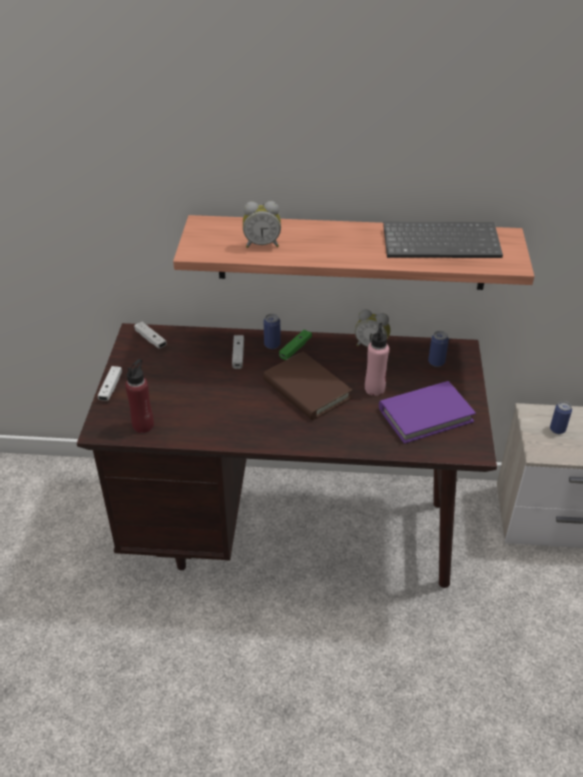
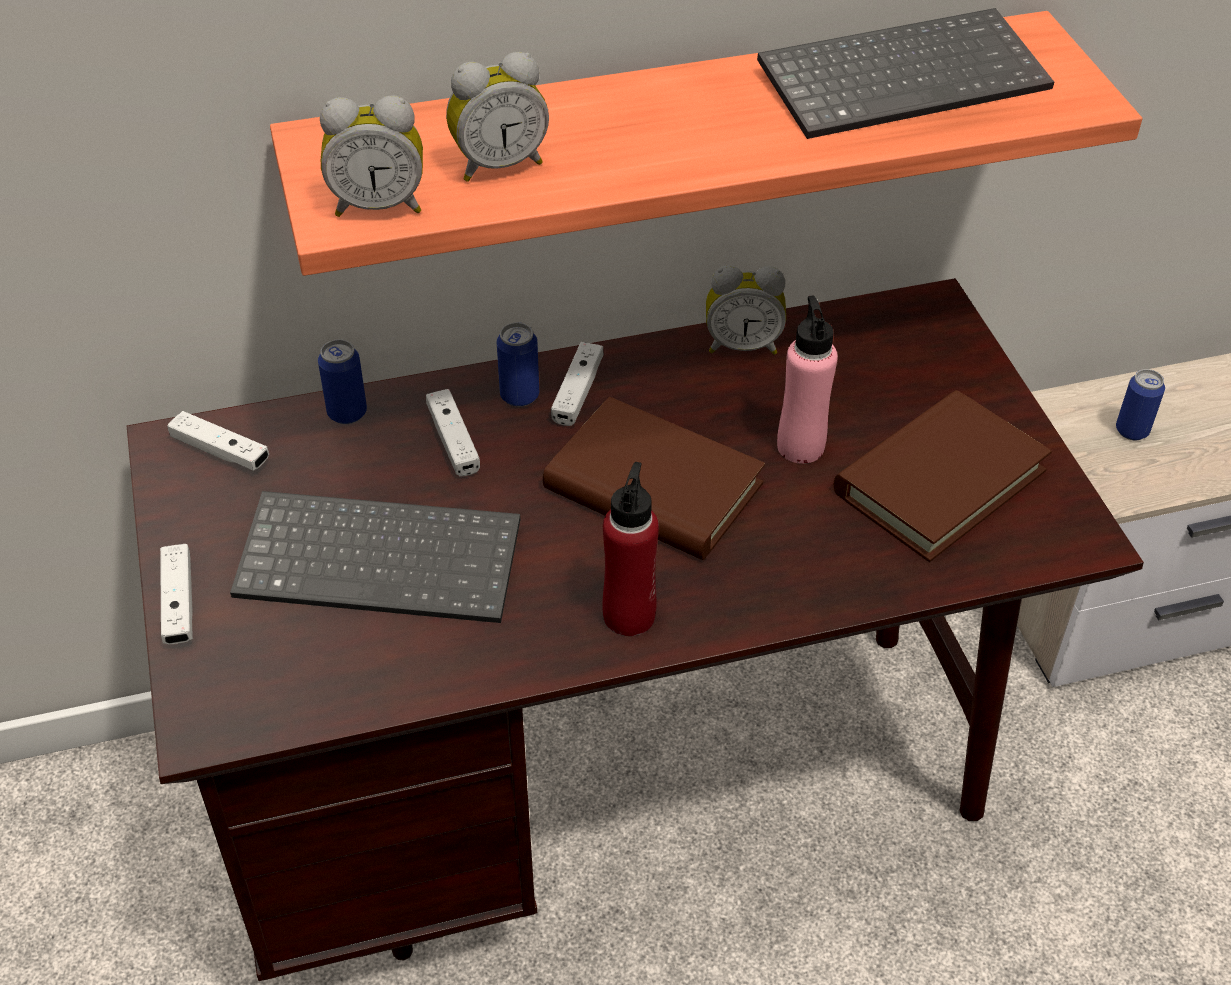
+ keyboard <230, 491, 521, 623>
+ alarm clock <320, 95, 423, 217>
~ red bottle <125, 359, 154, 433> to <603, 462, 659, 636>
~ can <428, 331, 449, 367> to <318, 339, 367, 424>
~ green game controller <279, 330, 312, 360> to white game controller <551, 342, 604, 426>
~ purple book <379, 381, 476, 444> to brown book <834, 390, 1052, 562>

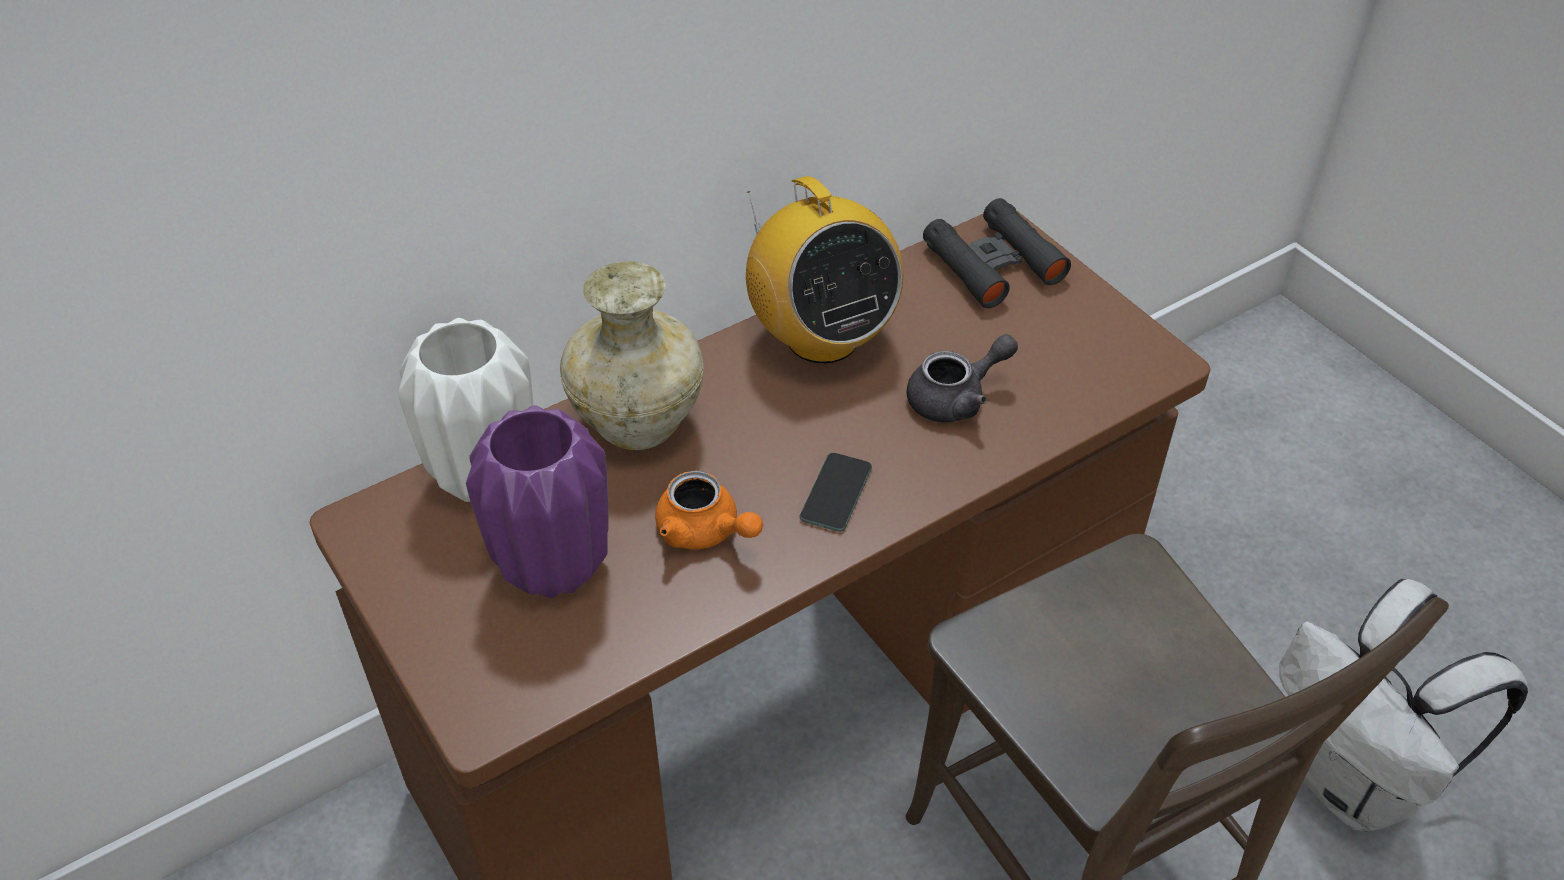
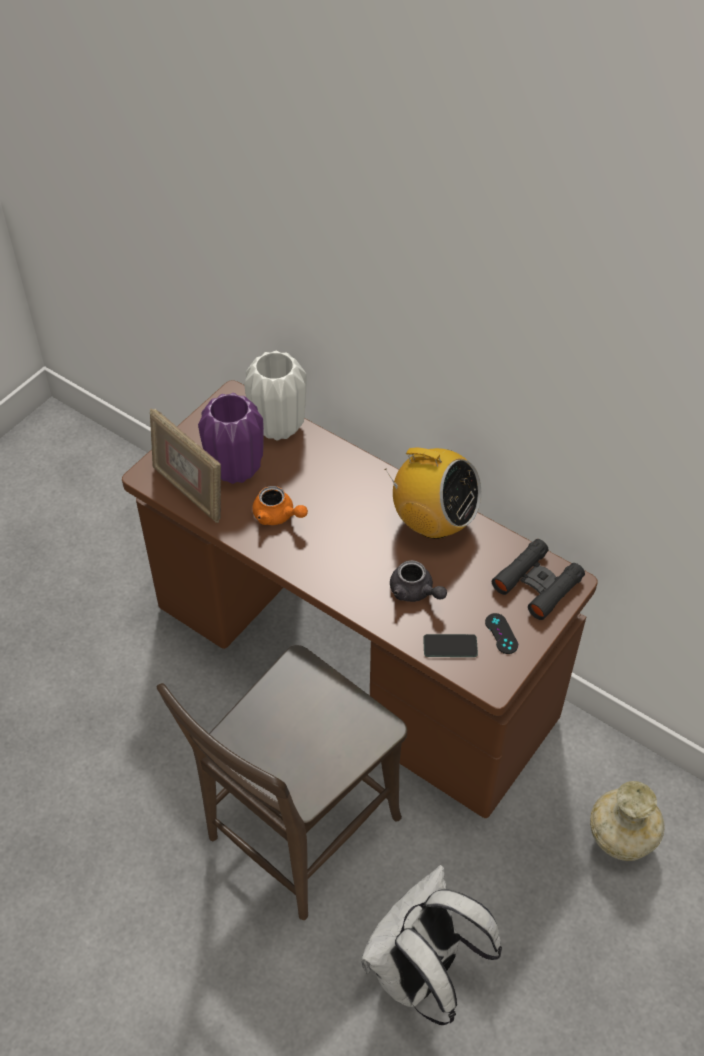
+ picture frame <150, 408, 221, 523>
+ black game controller <485, 613, 518, 654>
~ beige vase <560, 261, 704, 450> to <590, 781, 665, 861>
~ phone <800, 453, 872, 532> to <423, 634, 478, 657>
~ orange teapot <655, 471, 763, 549> = <252, 486, 308, 525> 75 degrees counterclockwise
~ radio <746, 176, 903, 363> = <385, 448, 481, 539> 105 degrees counterclockwise

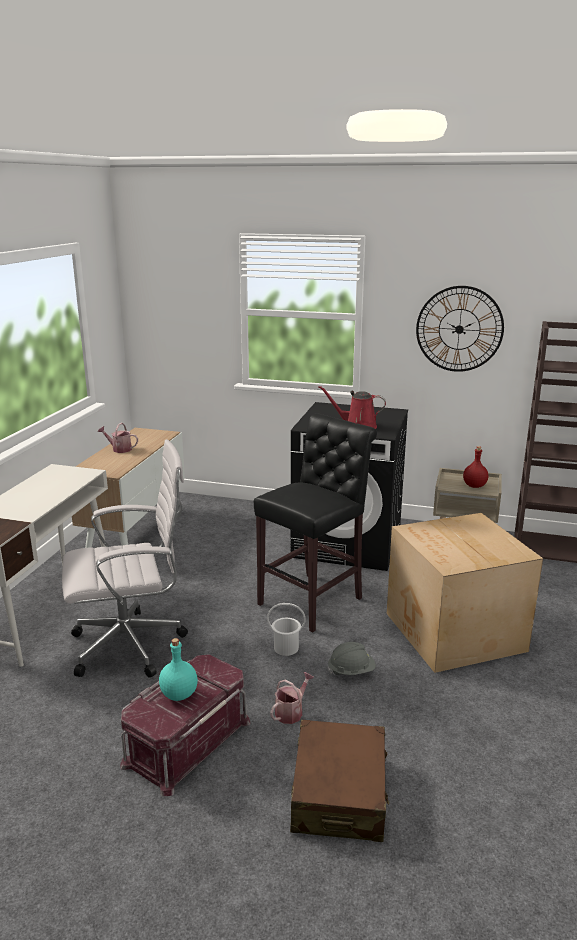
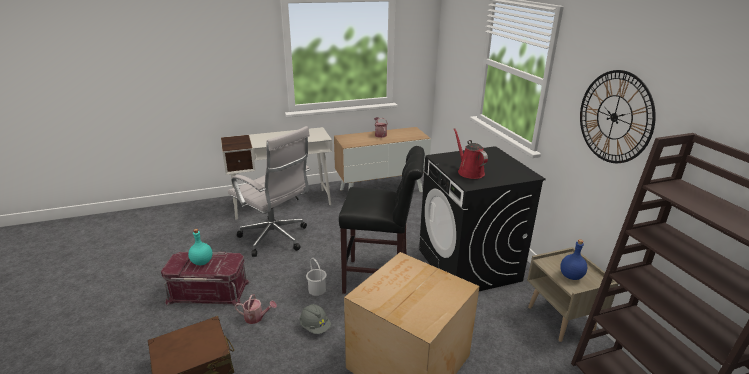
~ red bottle <463, 446, 488, 488> to blue bottle <560, 239, 587, 280>

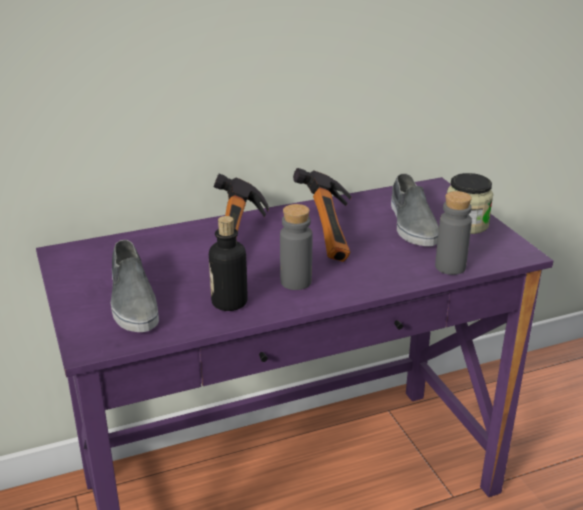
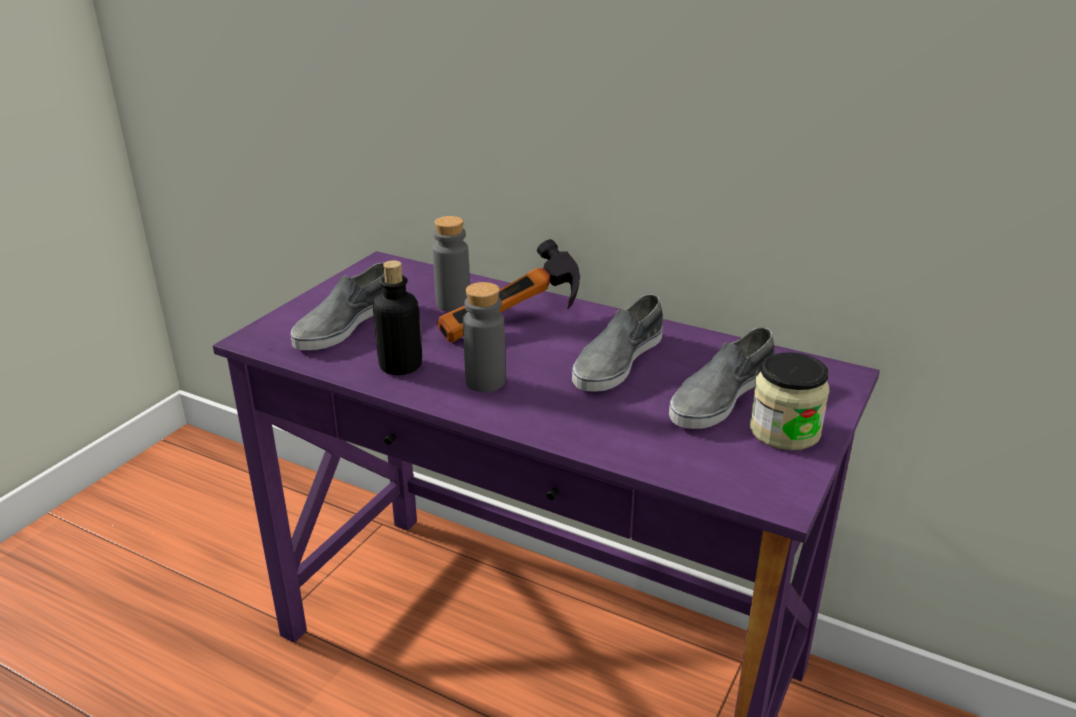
~ grey bottle <435, 191, 472, 275> to <433, 216, 470, 312>
~ hammer <293, 168, 351, 262> to grey shoe <572, 294, 663, 392>

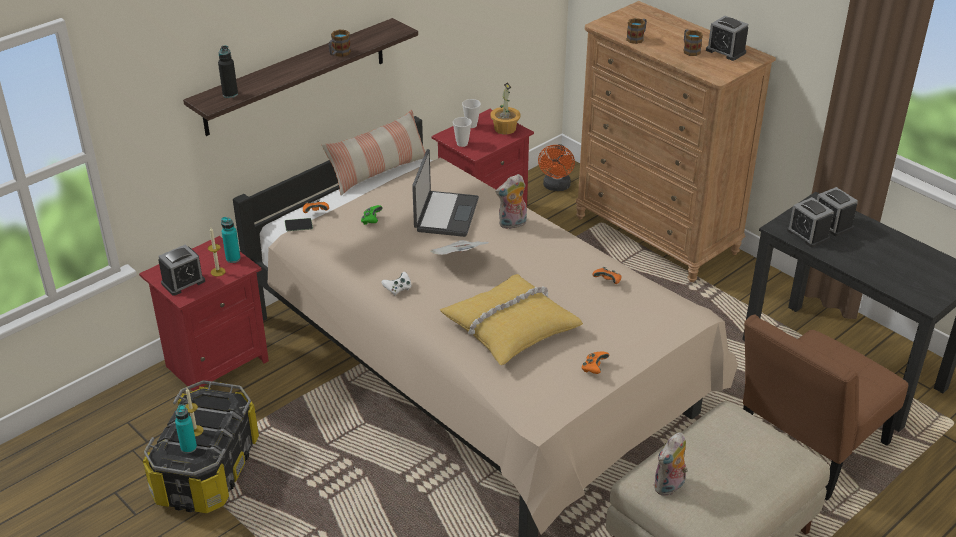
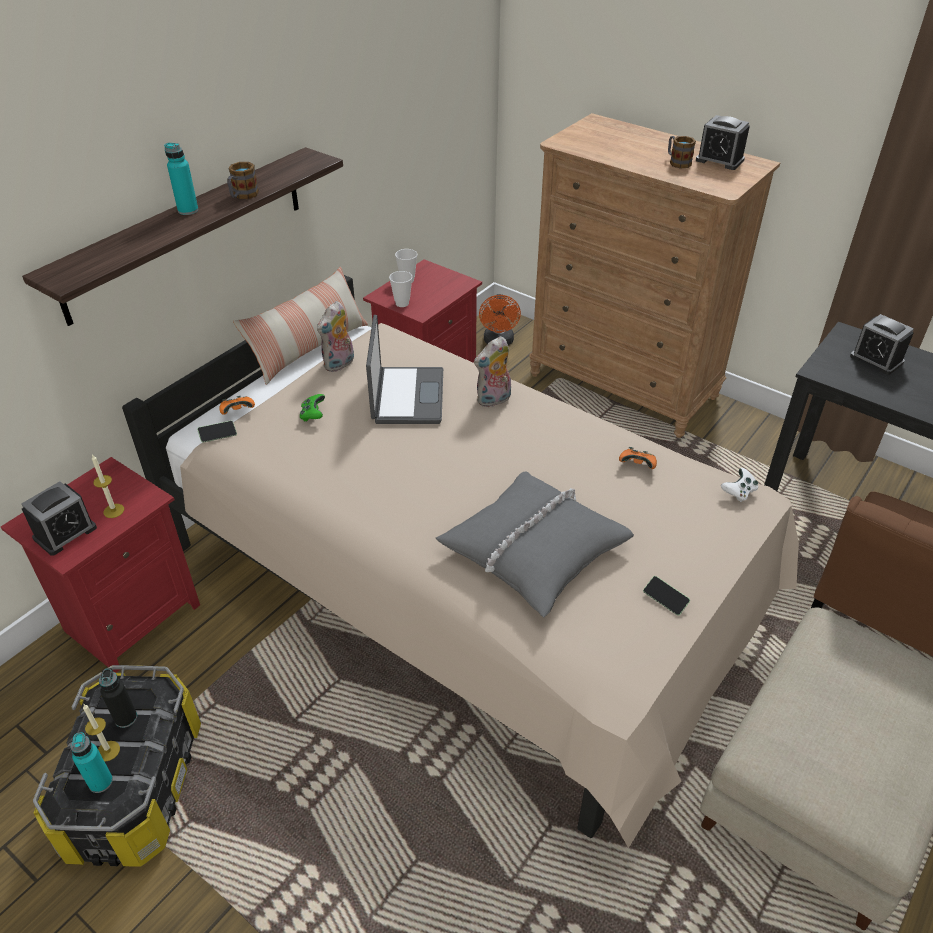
- newspaper <430, 240, 489, 255>
- potted plant <490, 82, 521, 135>
- mug <626, 18, 647, 44>
- alarm clock <787, 197, 834, 247>
~ black bottle <218, 45, 238, 98> to <99, 668, 137, 728>
~ turquoise bottle <221, 217, 240, 263> to <164, 143, 198, 215>
~ white game controller <381, 272, 412, 296> to <721, 468, 758, 502>
~ plush toy <653, 432, 688, 496> to <317, 301, 354, 372>
~ orange game controller <581, 352, 609, 374> to phone <643, 576, 690, 616>
~ yellow pillow <440, 274, 583, 365> to grey pillow <436, 472, 634, 617>

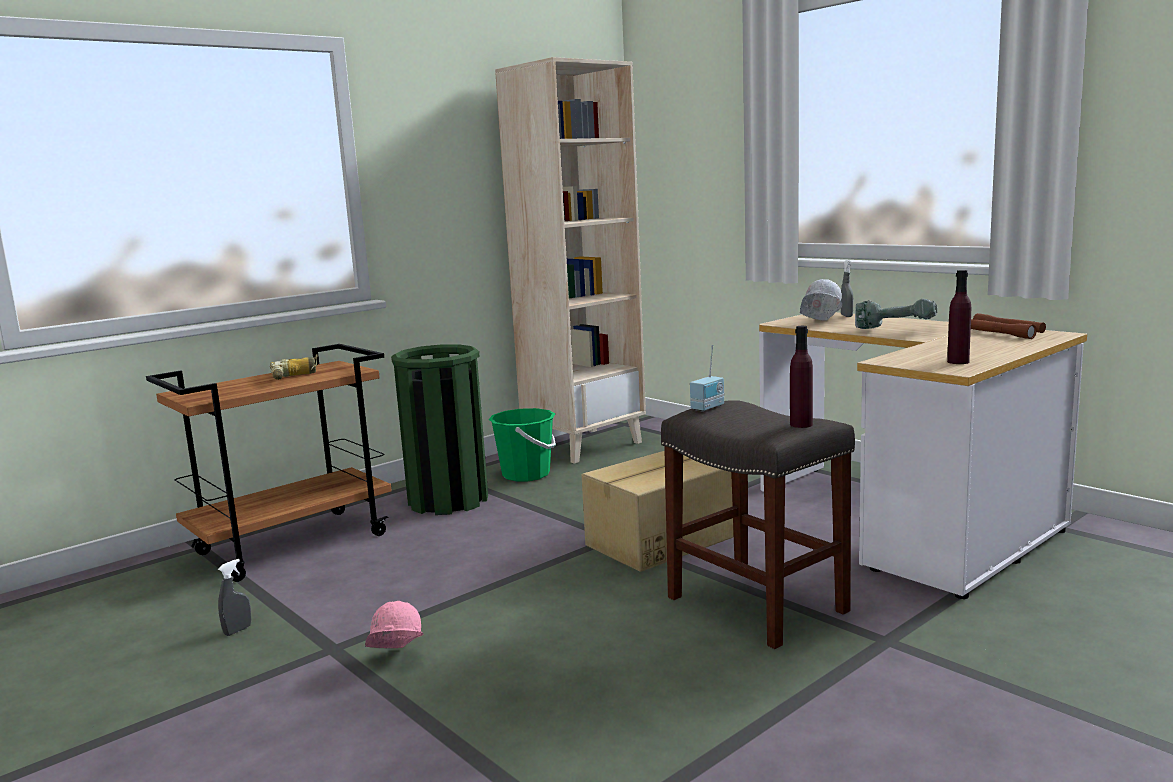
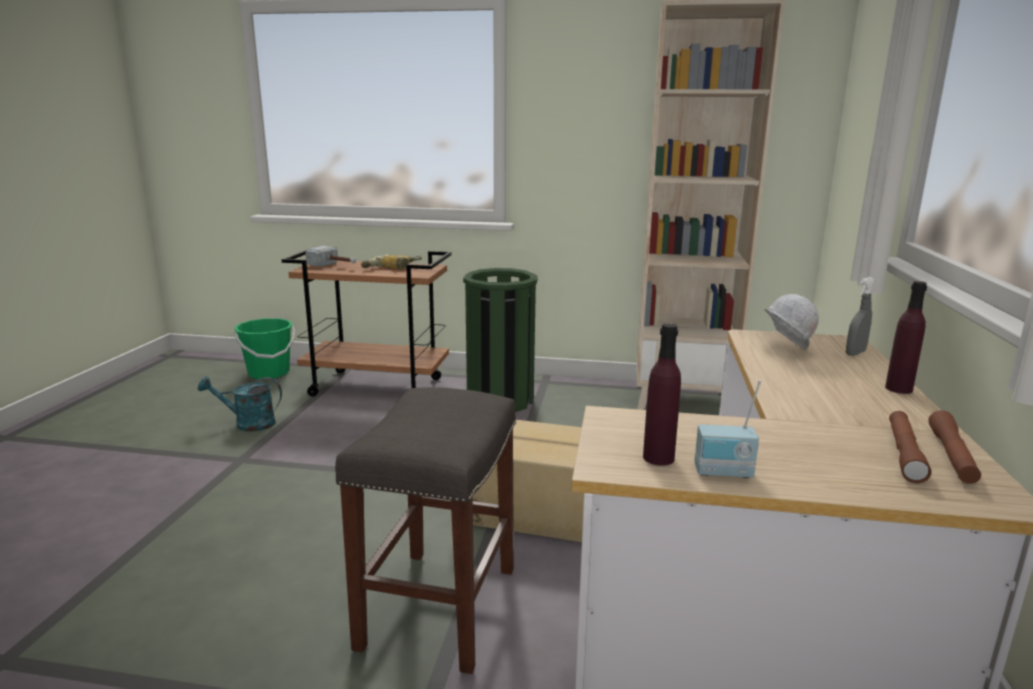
- pink hard hat <348, 601, 423, 651>
- power drill <855, 299, 938, 329>
+ hammer <305, 246, 356, 267>
~ green bucket <489, 408, 556, 482> to <234, 318, 295, 379>
~ radio <690, 345, 724, 411> to <694, 381, 761, 478>
~ purple bottle <790, 326, 813, 428> to <885, 281, 927, 394>
~ grey spray bottle <218, 559, 251, 636> to turquoise watering can <198, 377, 282, 431>

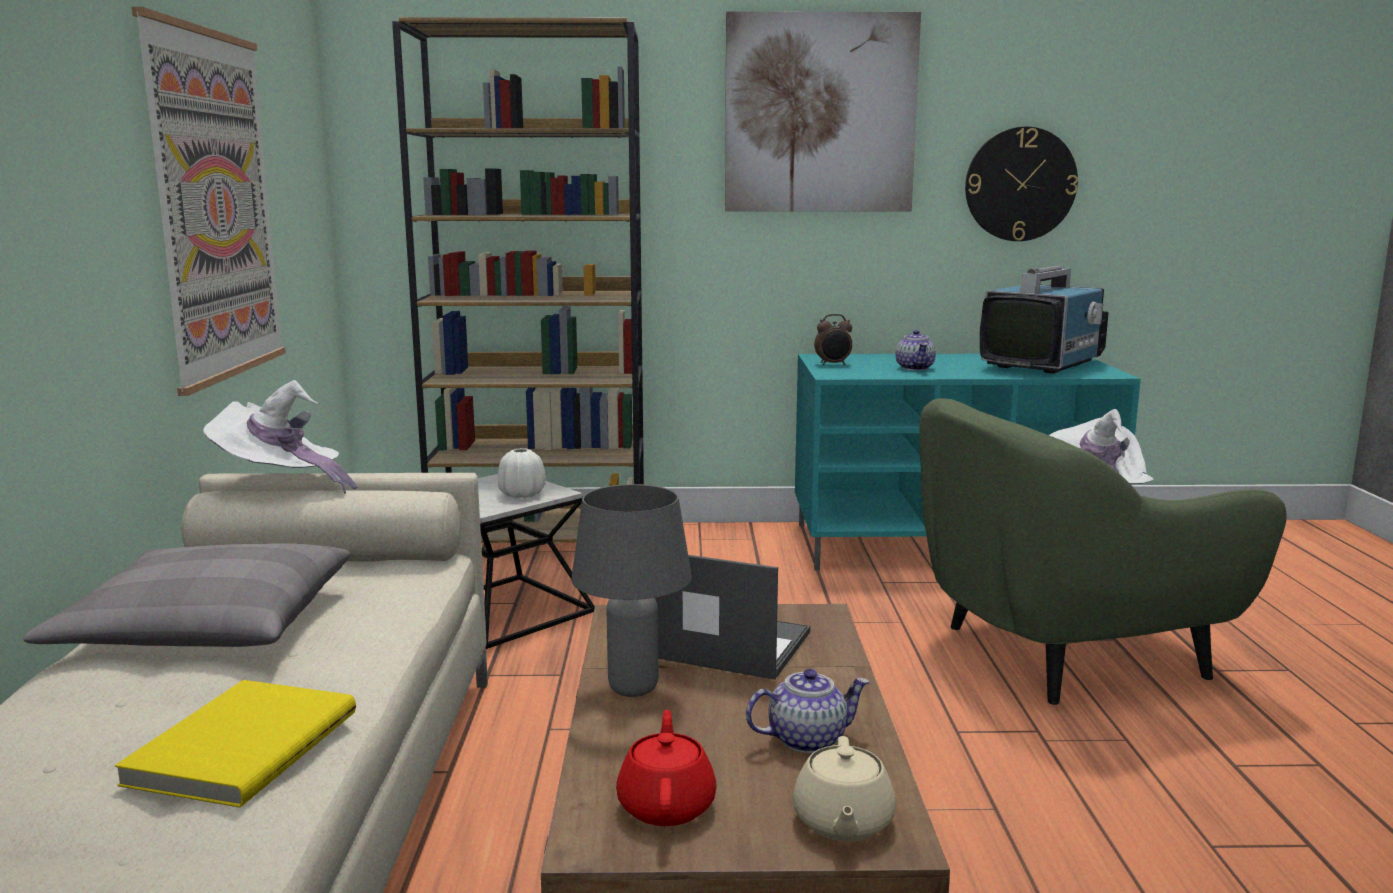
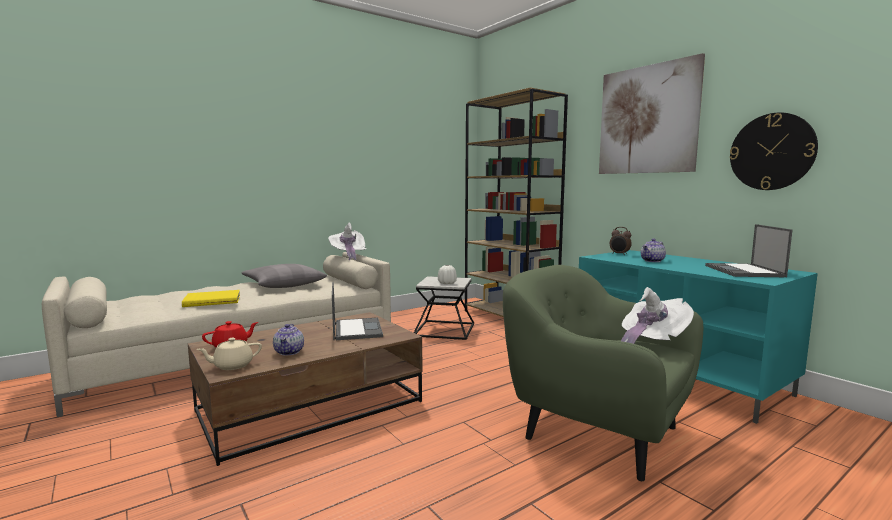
- picture <132, 7, 286, 396>
- grey table lamp <571, 484, 692, 697>
~ television <980, 266, 1108, 374> to laptop <705, 224, 792, 277>
~ teapot <746, 669, 870, 753> = <273, 324, 304, 356> 45 degrees clockwise

